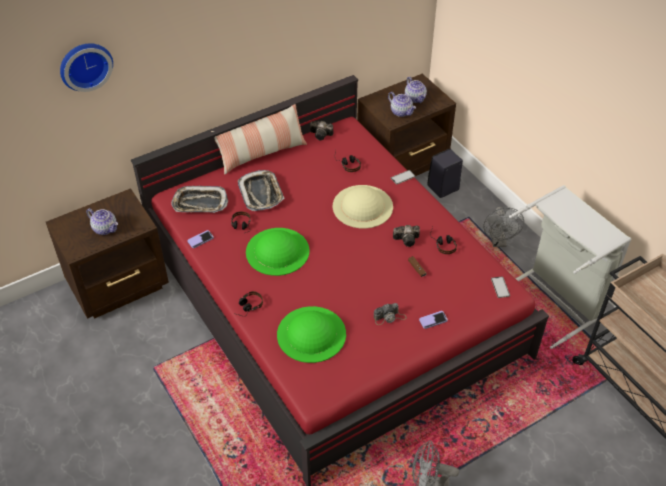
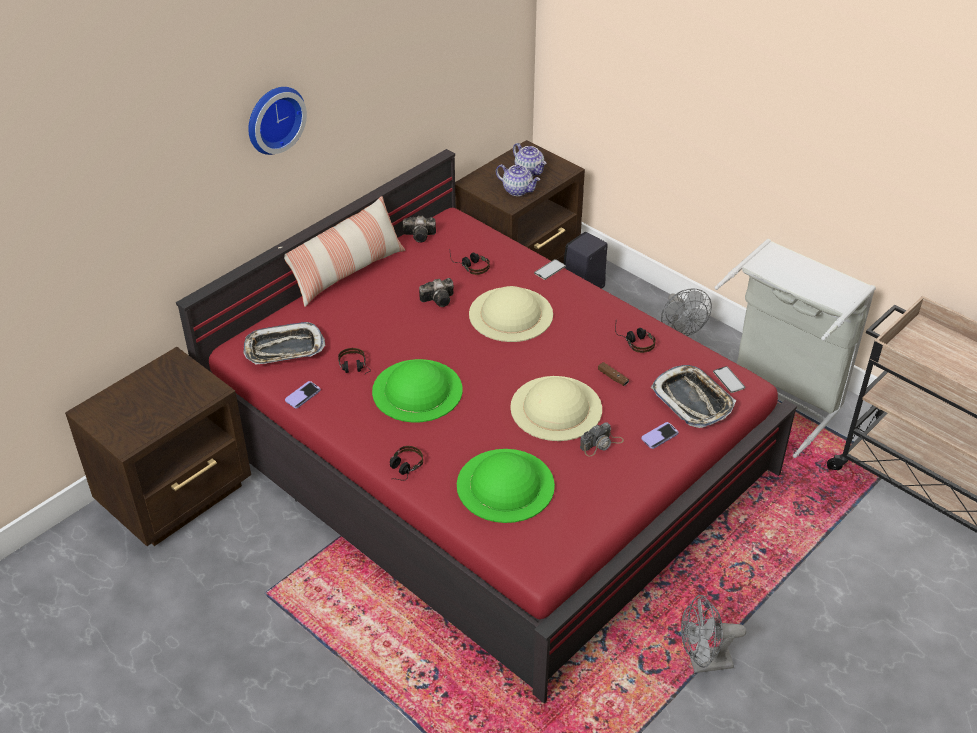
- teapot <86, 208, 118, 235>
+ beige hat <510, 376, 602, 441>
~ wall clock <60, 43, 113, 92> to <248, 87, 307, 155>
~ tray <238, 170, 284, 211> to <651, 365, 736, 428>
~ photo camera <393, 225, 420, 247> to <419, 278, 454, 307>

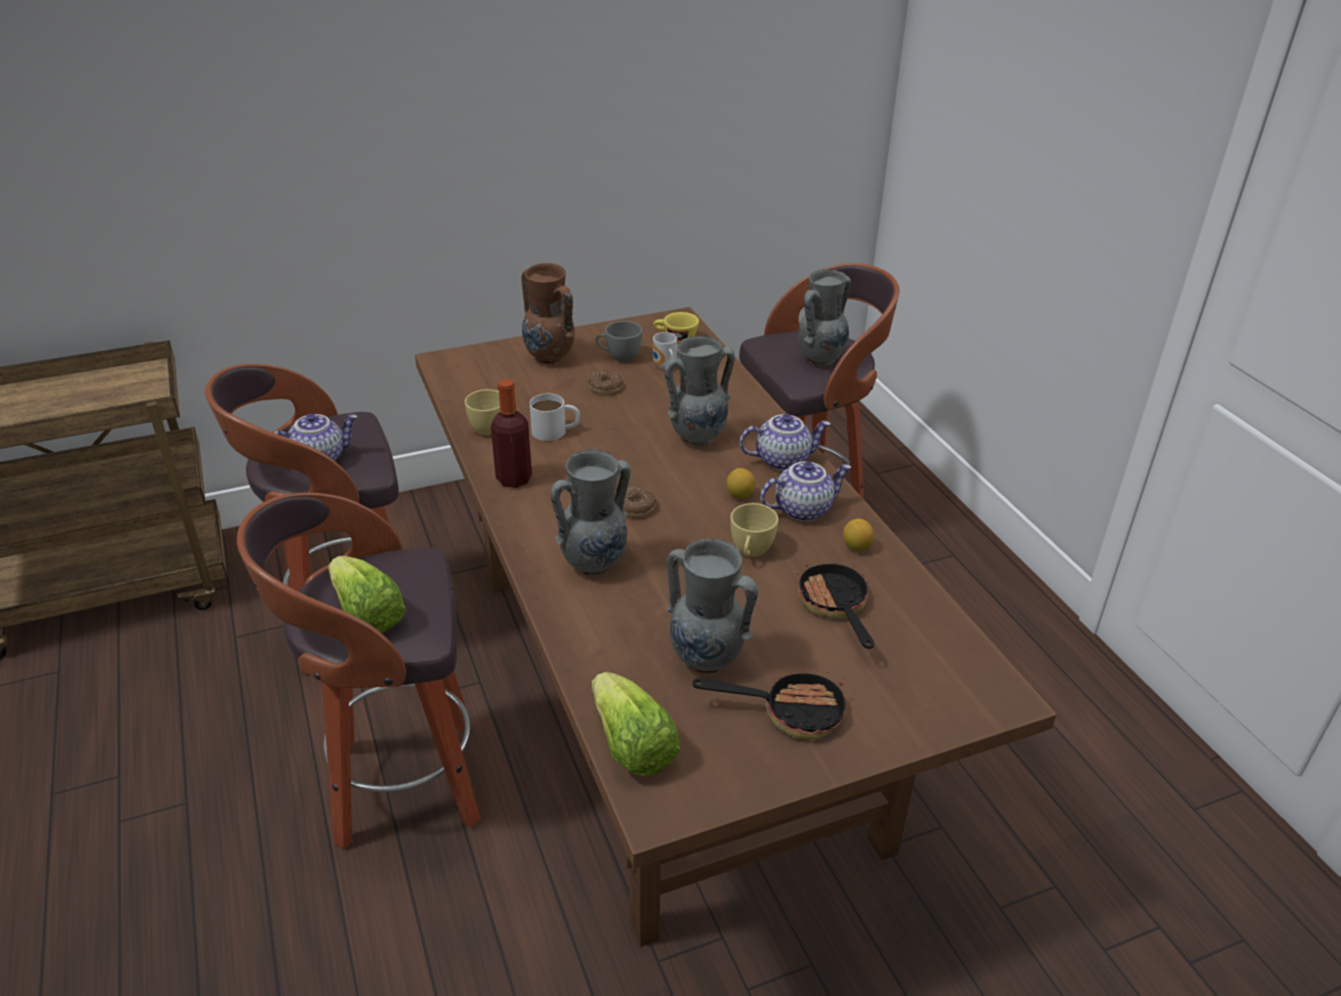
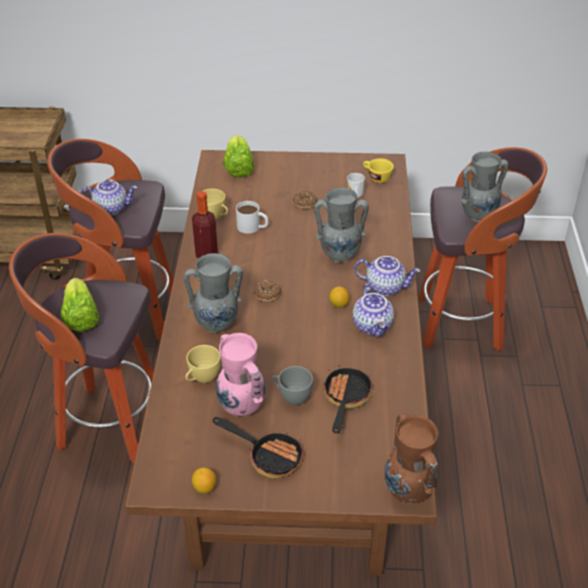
~ brown vase <522, 263, 575, 365> to <385, 413, 439, 504>
~ lettuce <592, 672, 680, 777> to <223, 135, 254, 178>
~ grey cup <596, 321, 642, 362> to <272, 366, 313, 405>
~ yellow cup <730, 503, 778, 557> to <185, 345, 221, 383>
~ lemon <843, 519, 874, 552> to <192, 467, 216, 494>
~ grey vase <666, 539, 758, 674> to pink vase <216, 333, 266, 417>
~ teapot <760, 462, 852, 522> = <353, 284, 394, 337> 75 degrees clockwise

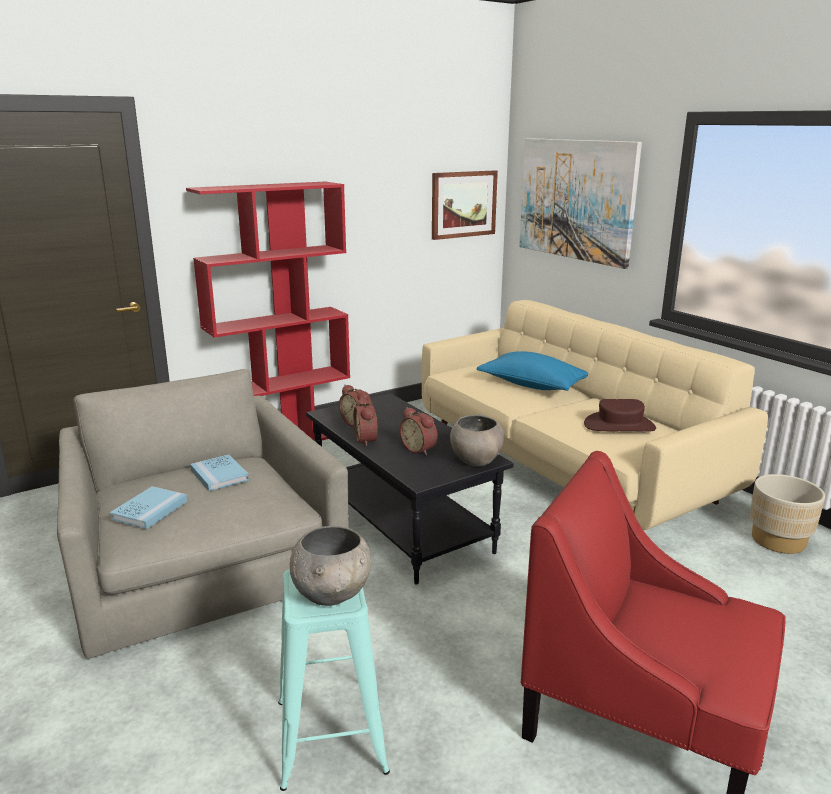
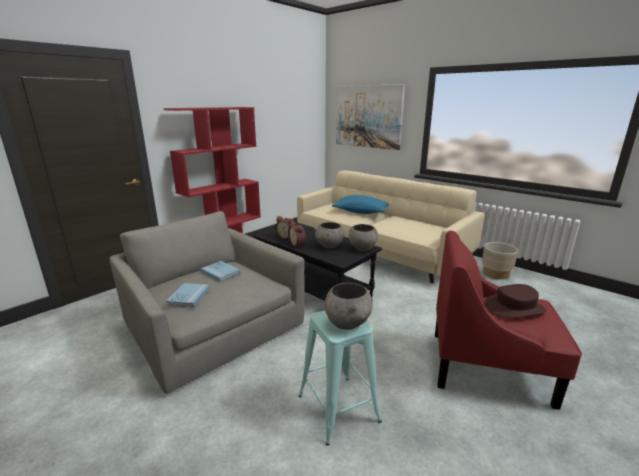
- picture <432, 170, 498, 240>
~ brown hat <584, 399, 656, 431> to <484, 284, 547, 318>
~ alarm clock <400, 407, 437, 456> to grey bowl <314, 222, 344, 248>

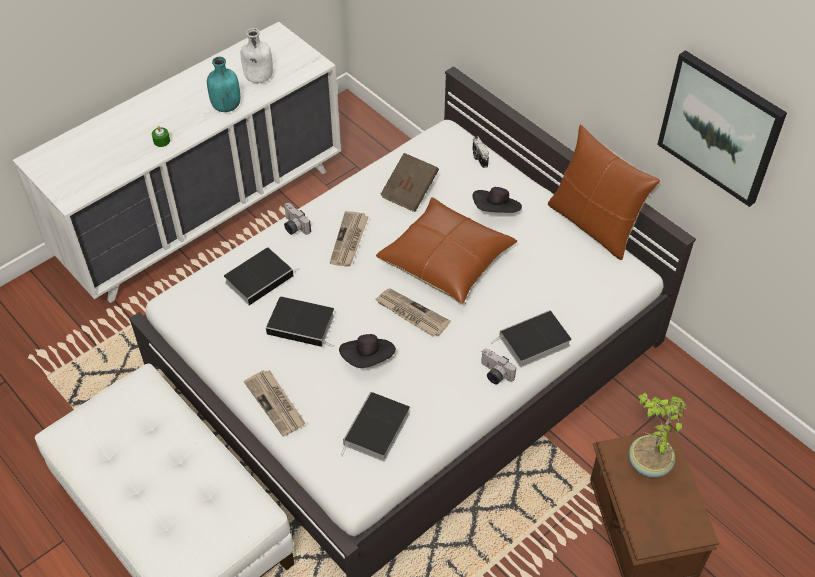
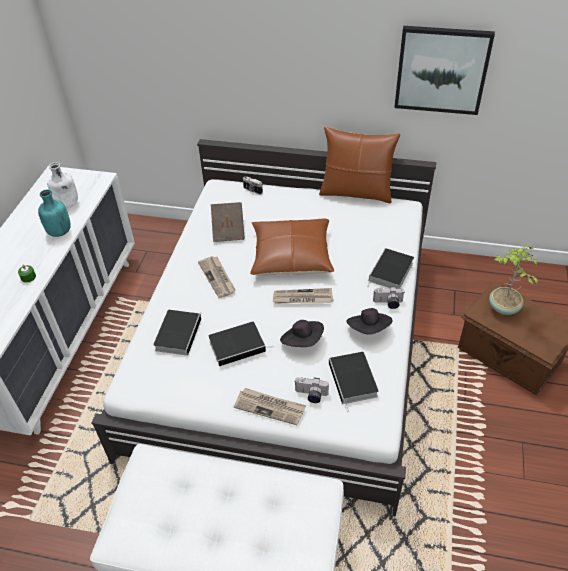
~ photo camera <284, 203, 311, 235> to <294, 377, 329, 403>
~ black hat <473, 187, 522, 213> to <347, 308, 392, 335>

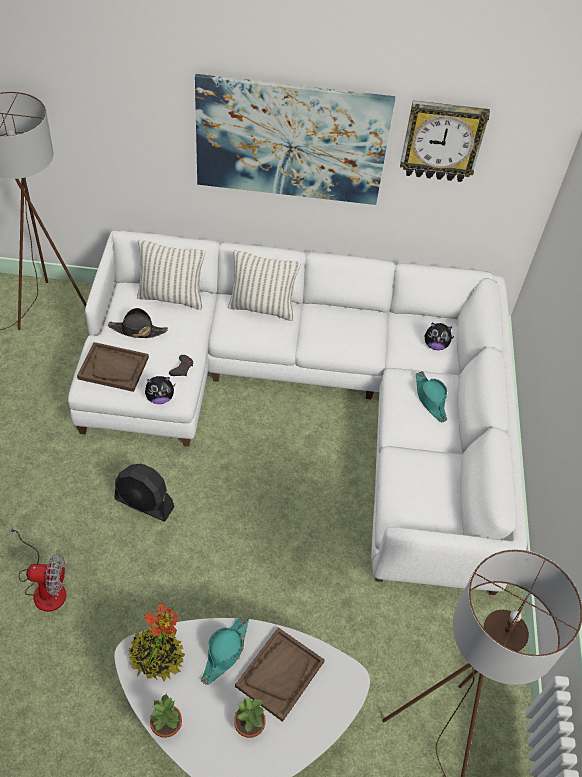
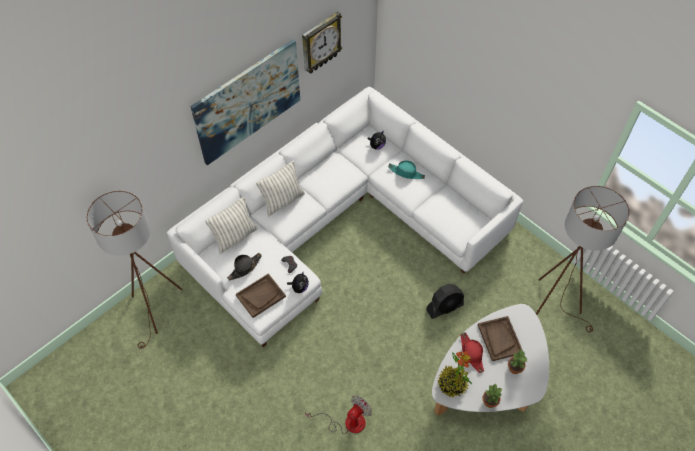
~ black fan <114, 463, 175, 522> to <426, 284, 464, 319>
~ turquoise hat <201, 615, 249, 685> to red hat <460, 332, 484, 373>

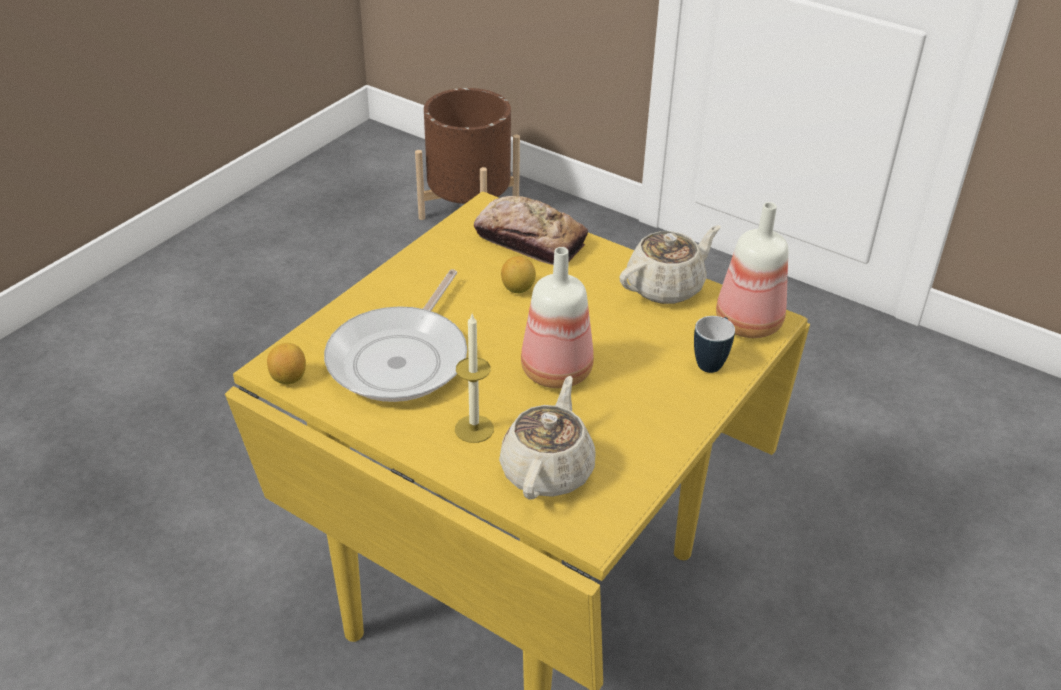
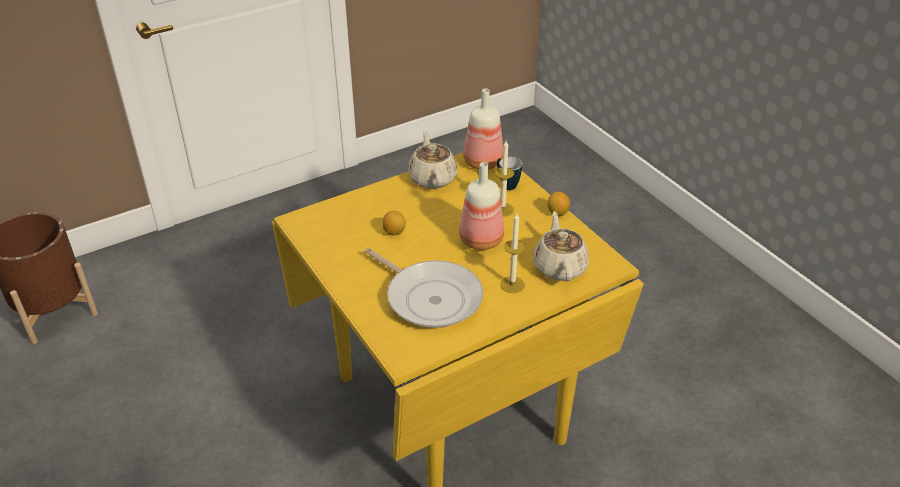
- bread <474, 196, 588, 265>
+ candle <495, 141, 514, 217>
~ lemon <267, 343, 306, 384> to <547, 192, 570, 216>
~ beige teapot <499, 376, 596, 499> = <533, 211, 589, 281> 45 degrees clockwise

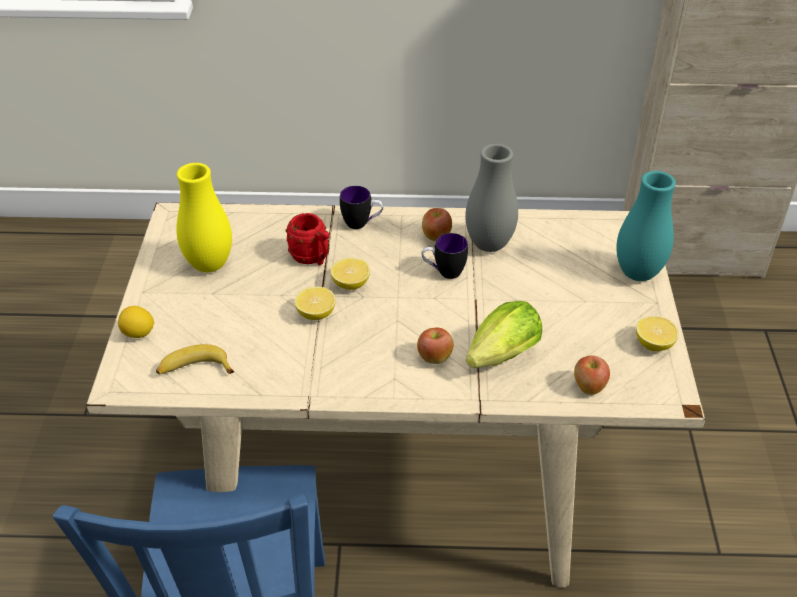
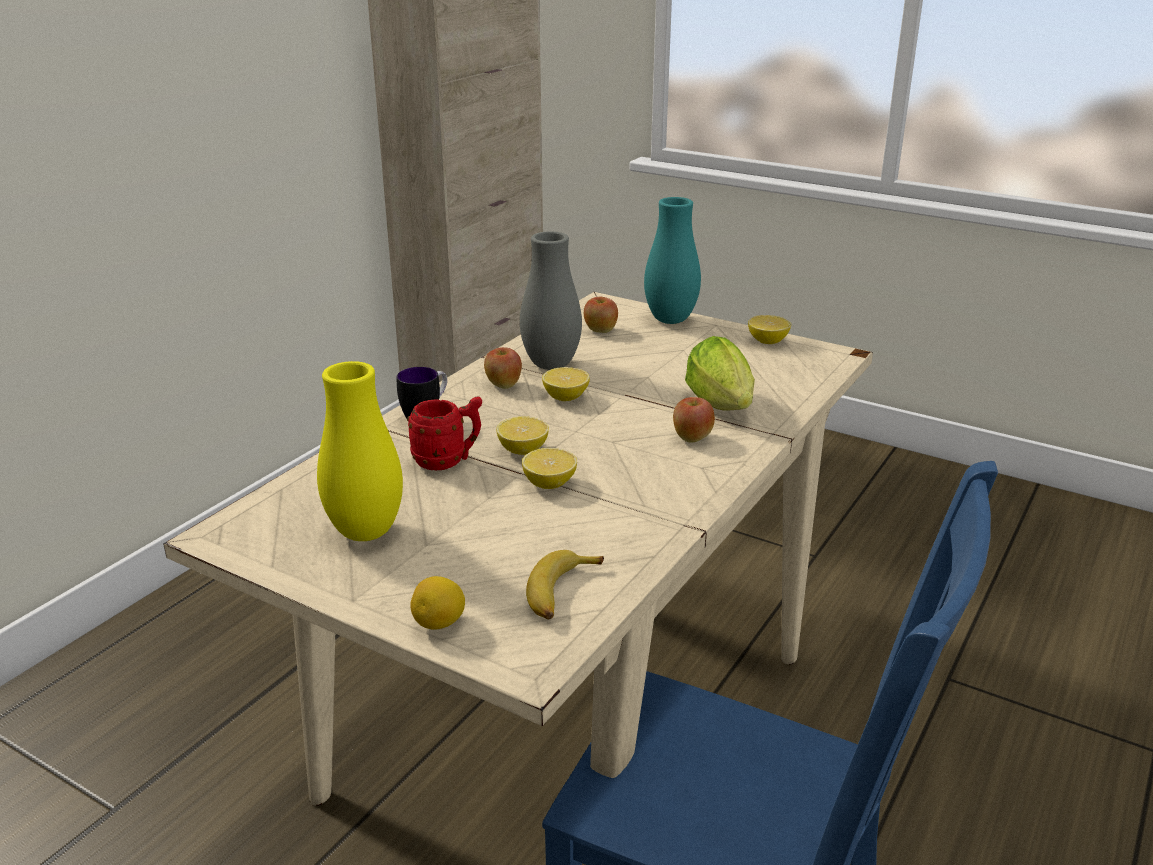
~ apple <574, 355, 610, 395> to <584, 297, 618, 333>
~ mug <422, 233, 468, 279> to lemon <542, 367, 590, 401>

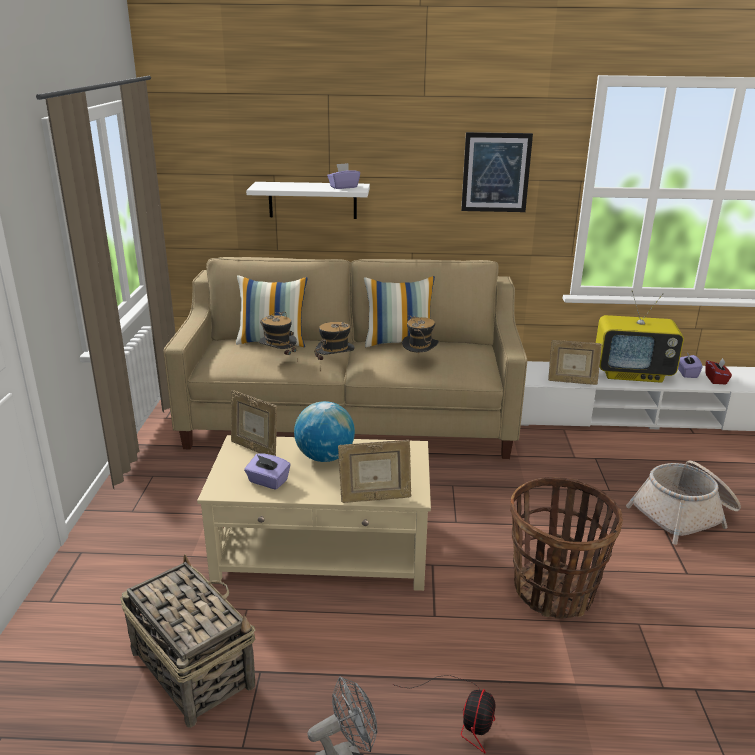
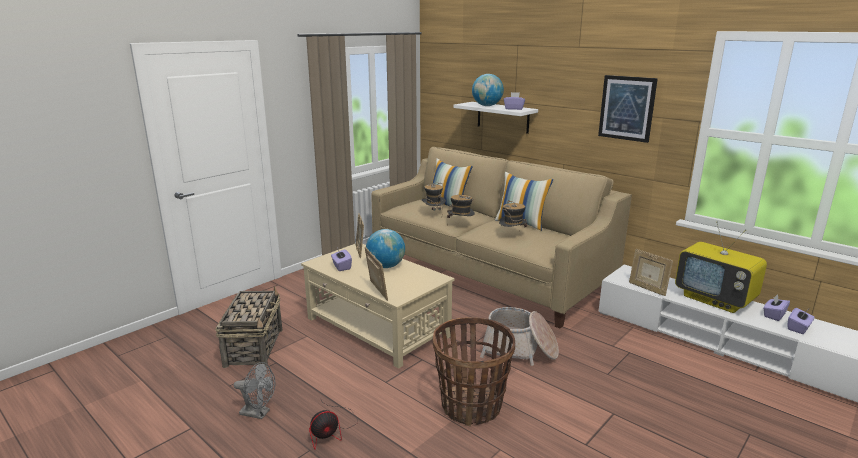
+ globe <472, 74, 504, 106>
~ basket <626, 460, 741, 545> to <480, 307, 559, 366>
~ red tissue box <705, 358, 732, 384> to purple tissue box <788, 308, 815, 334>
~ picture frame <338, 440, 411, 503> = <365, 247, 388, 301> 150 degrees counterclockwise

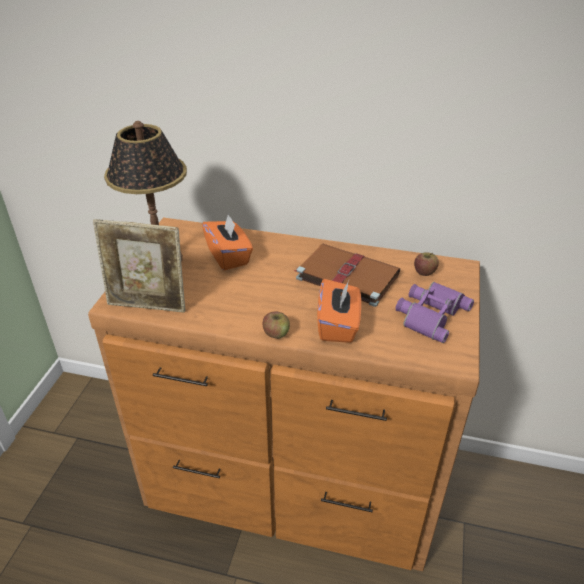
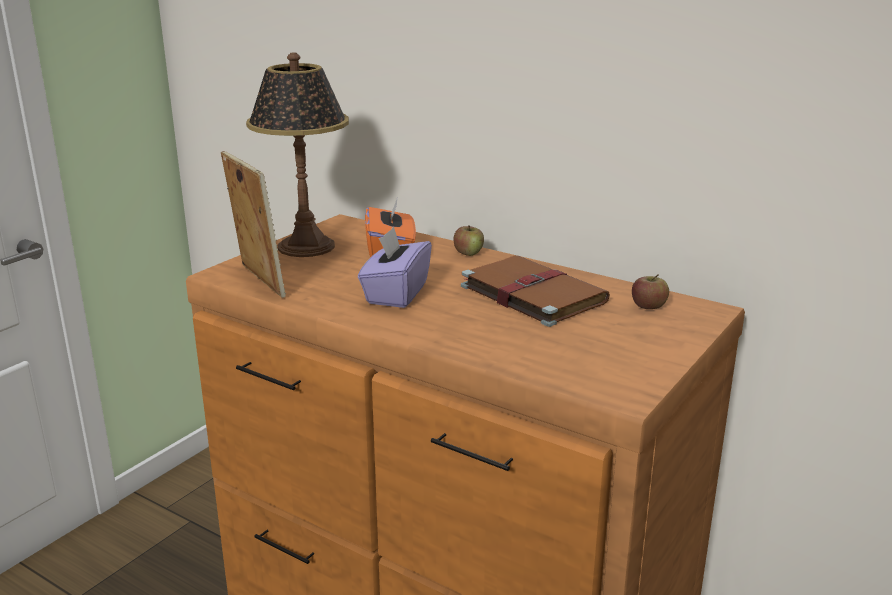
- orange tissue box <317, 279, 361, 343>
- purple binoculars <396, 282, 474, 343>
+ purple tissue box <358, 227, 432, 308>
~ apple <263, 312, 290, 339> to <454, 225, 484, 256>
~ picture frame <93, 219, 185, 313> = <221, 151, 286, 298> 150 degrees counterclockwise

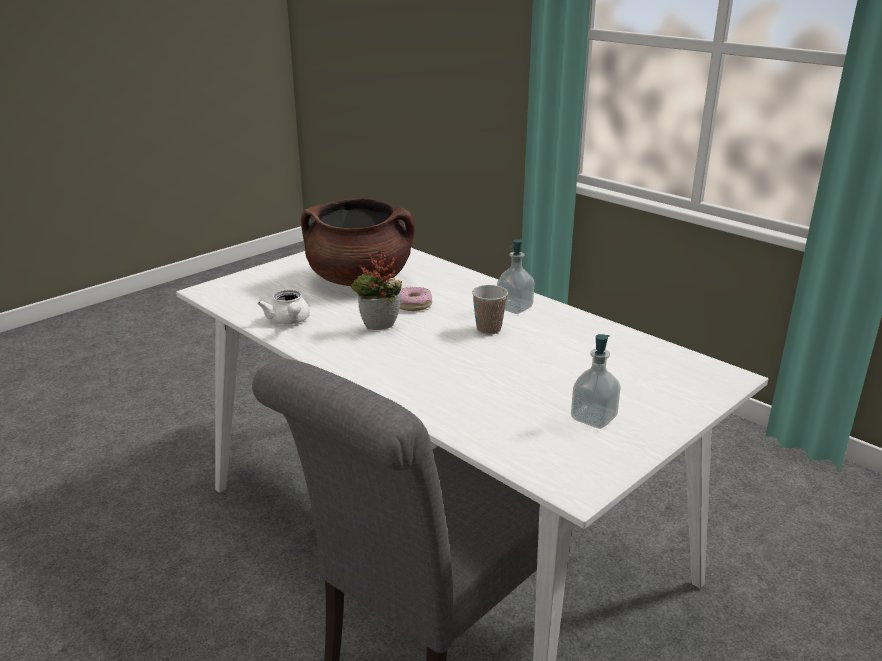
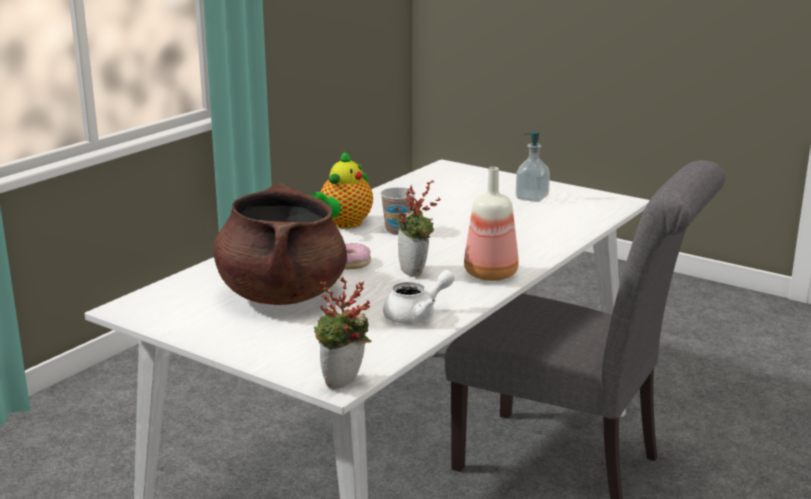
+ potted plant <314, 276, 372, 389>
+ bottle <464, 167, 519, 281>
~ soap dispenser <497, 239, 534, 314> to teapot <310, 151, 373, 228>

